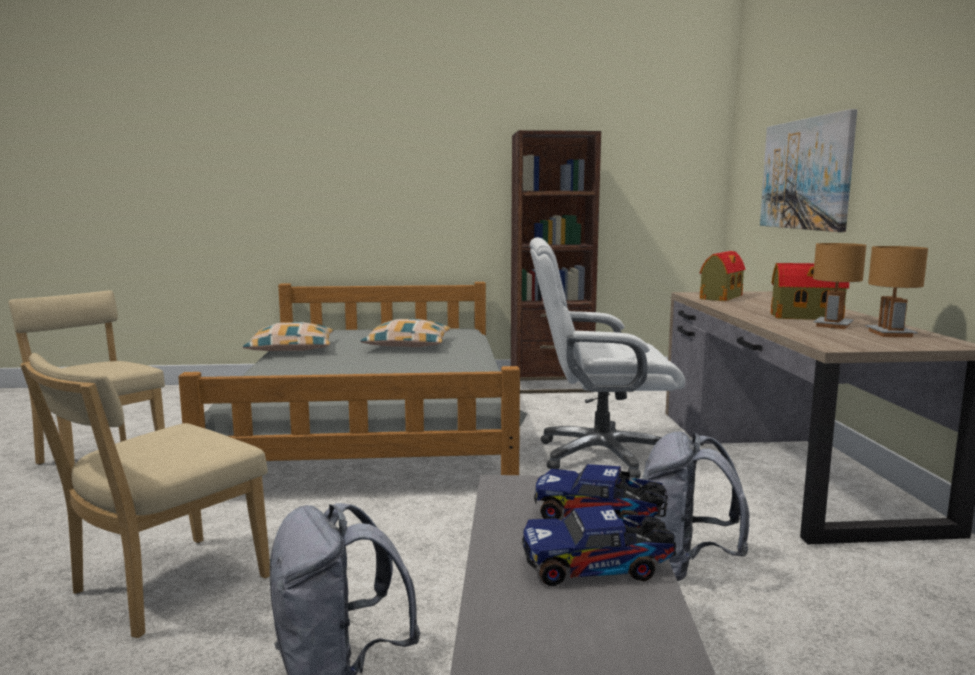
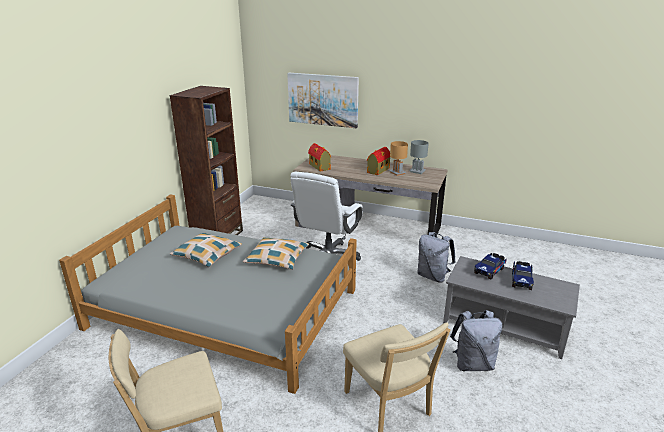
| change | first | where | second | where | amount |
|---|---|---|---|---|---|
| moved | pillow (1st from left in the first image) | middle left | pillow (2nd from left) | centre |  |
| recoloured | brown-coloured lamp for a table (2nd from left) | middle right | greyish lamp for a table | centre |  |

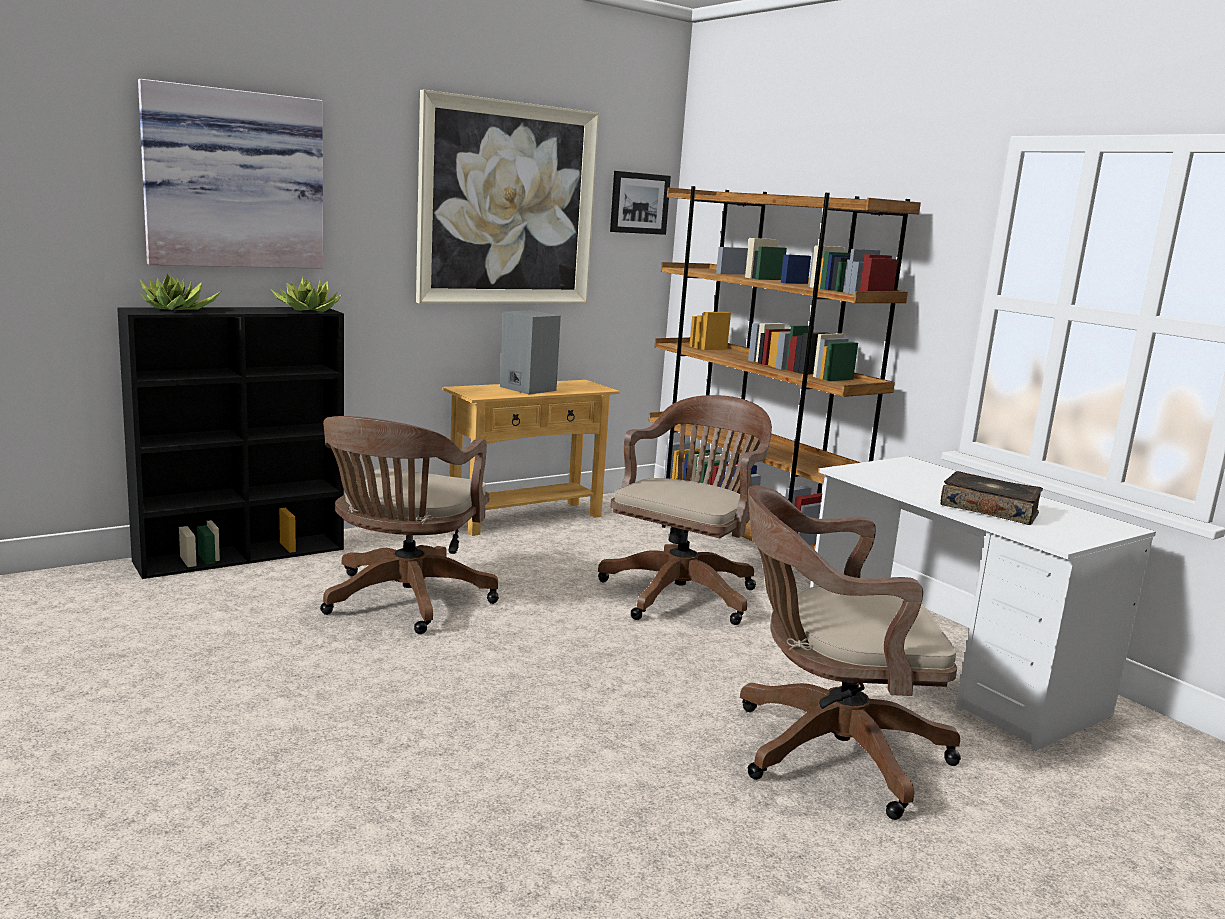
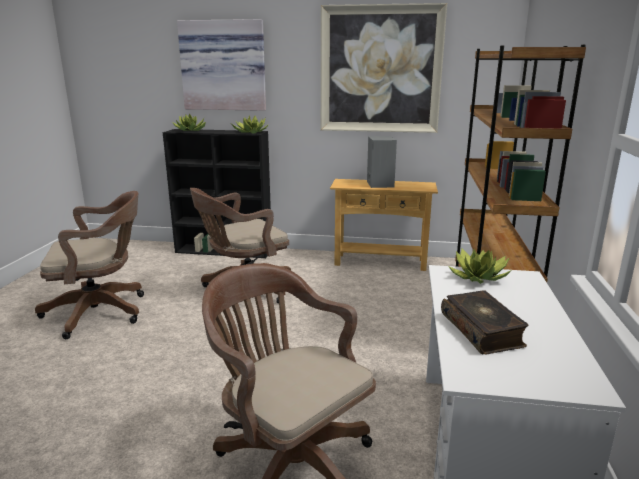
| change | first | where | second | where | amount |
|---|---|---|---|---|---|
| moved | brown-coloured desk chair (2nd from left in the first image) | centre | brown-coloured desk chair (1st from left) | middle left |  |
| added |  |  | potted plant (3rd from left) | middle right |  |
| removed | picture (3rd from left) | top centre |  |  |  |

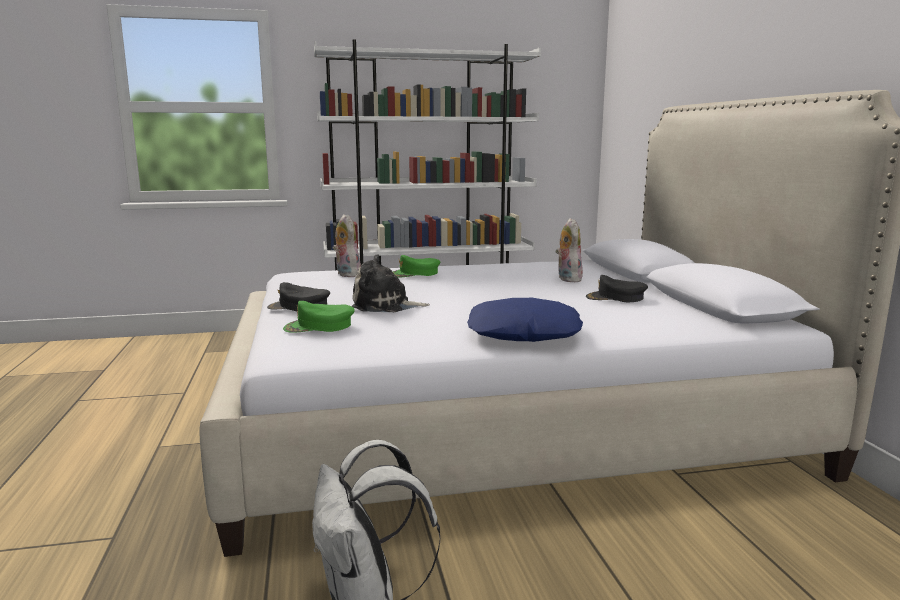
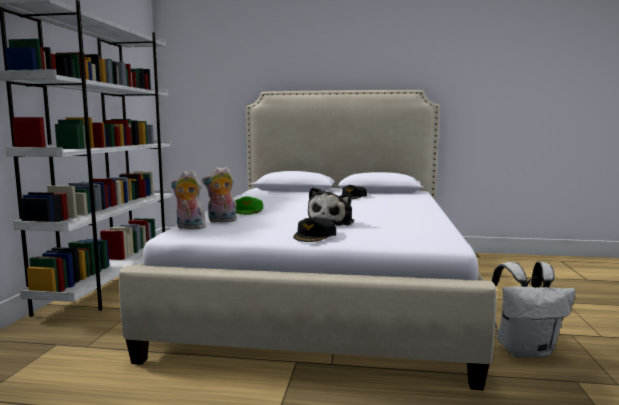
| change | first | where | second | where | amount |
|---|---|---|---|---|---|
| moved | plush toy (3rd from left in the first image) | centre | plush toy (1st from left) | middle left |  |
| removed | green baseball cap (1st from left) | centre |  |  |  |
| removed | blue pillow | centre |  |  |  |

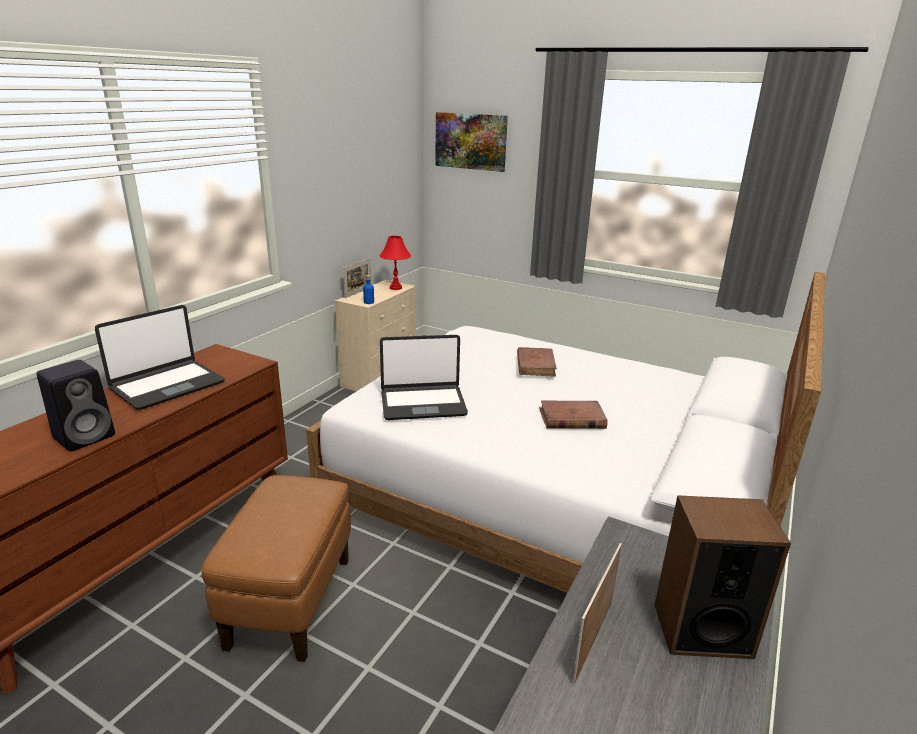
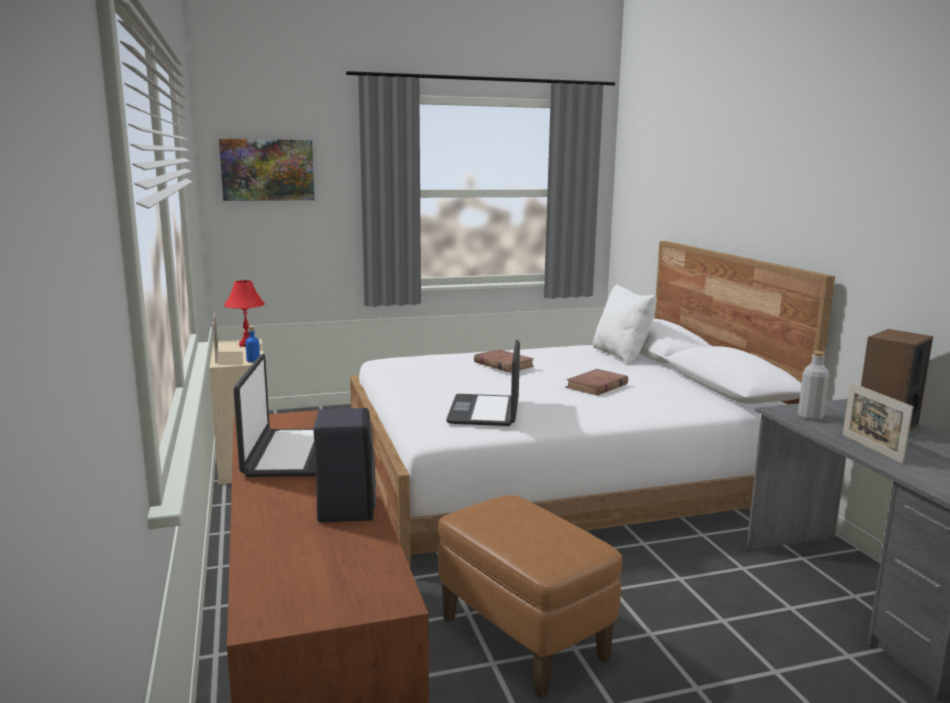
| change | first | where | second | where | amount |
|---|---|---|---|---|---|
| turned | laptop (2nd from left) | centre |  | centre | 150 degrees clockwise |
| added |  |  | white pillow | centre |  |
| added |  |  | greyish bottle | middle right |  |

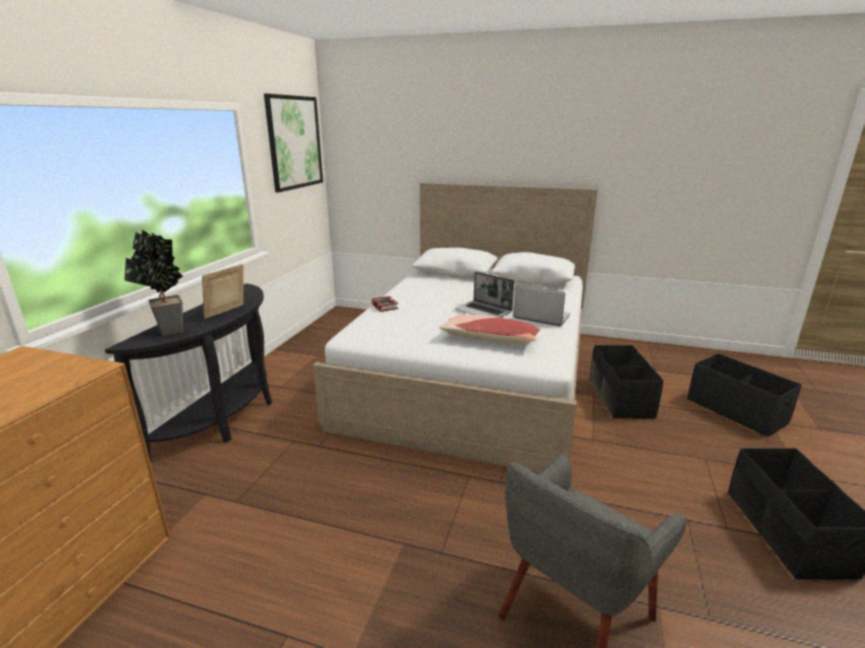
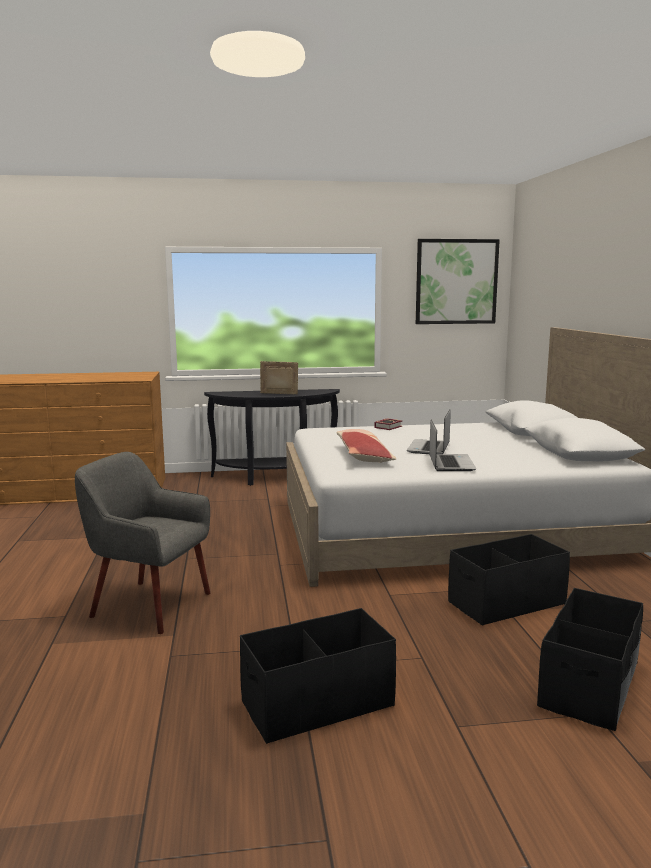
| change | first | where | second | where | amount |
|---|---|---|---|---|---|
| removed | potted plant | middle left |  |  |  |

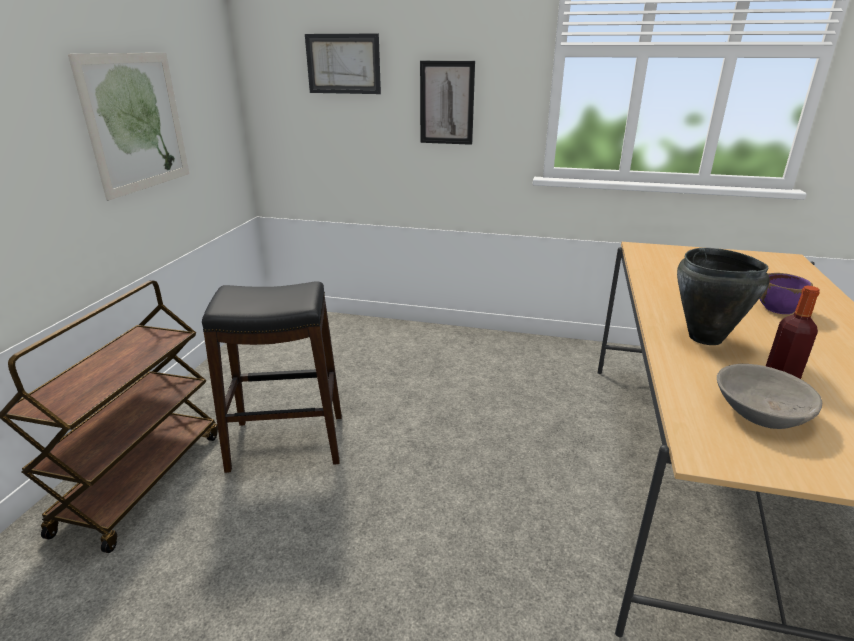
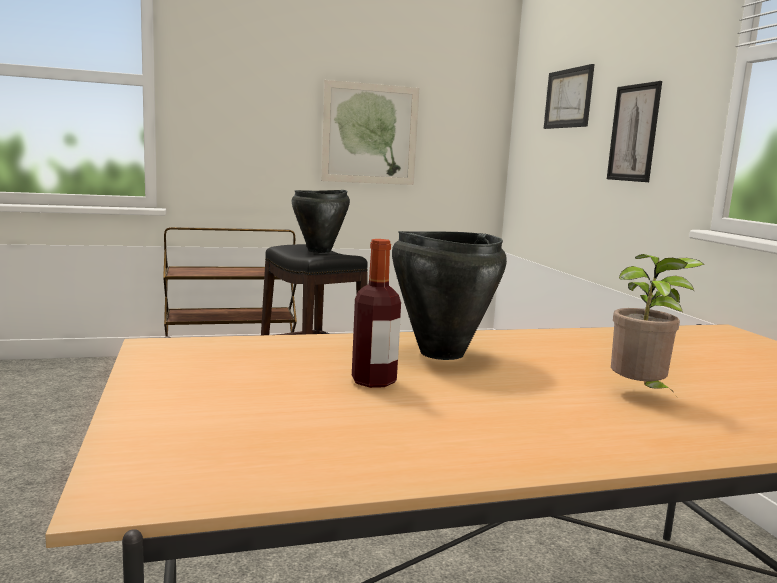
| change | first | where | second | where | amount |
|---|---|---|---|---|---|
| added |  |  | black-coloured cooking pot (1st from left) | centre |  |
| replaced | purple serving bowl | middle right | potted plant | middle right |  |
| removed | greyish serving bowl | middle right |  |  |  |

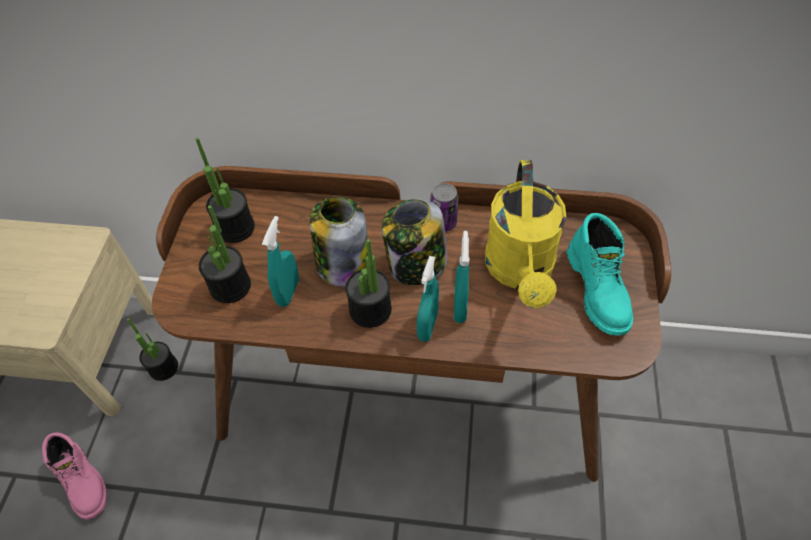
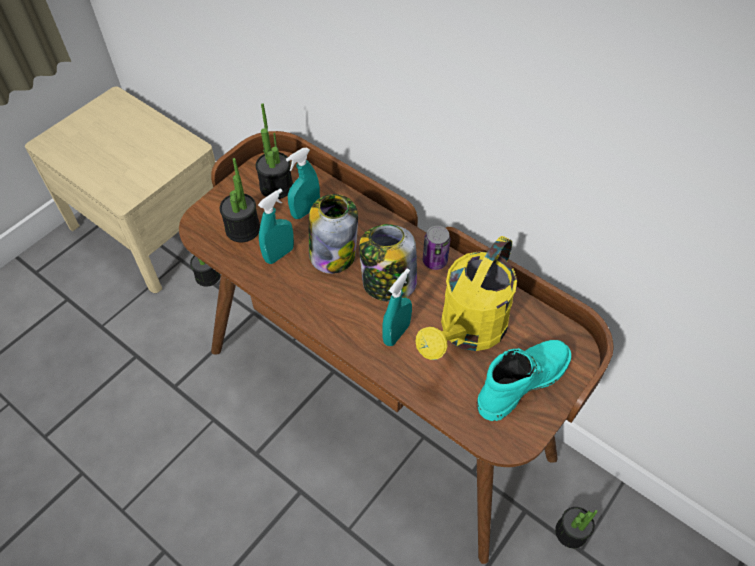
| change | first | where | second | where | amount |
|---|---|---|---|---|---|
| moved | turquoise spray bottle (2nd from left) | centre |  | top centre |  |
| turned | turquoise high-top boot | middle right |  | bottom right | 150 degrees counterclockwise |
| moved | potted plant (4th from left) | centre |  | bottom right |  |
| removed | pinkish high-top boot | bottom left |  |  |  |

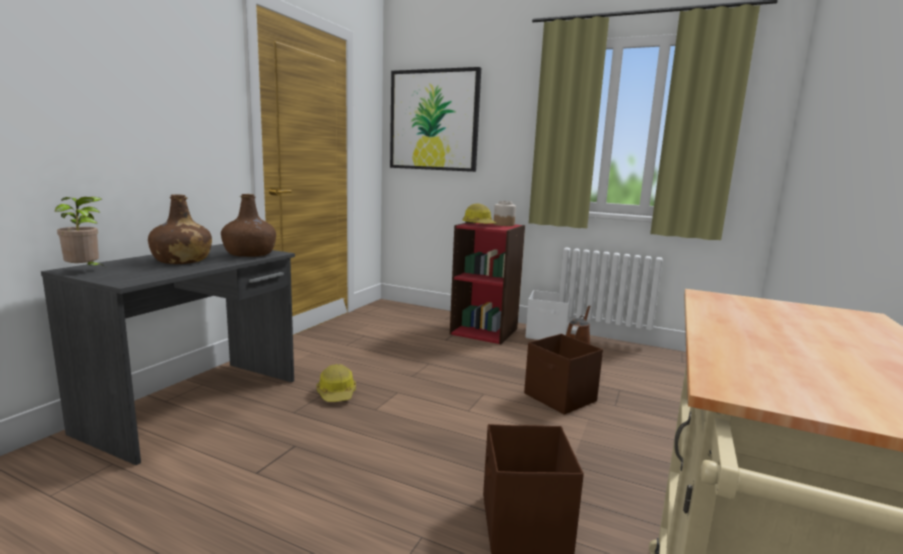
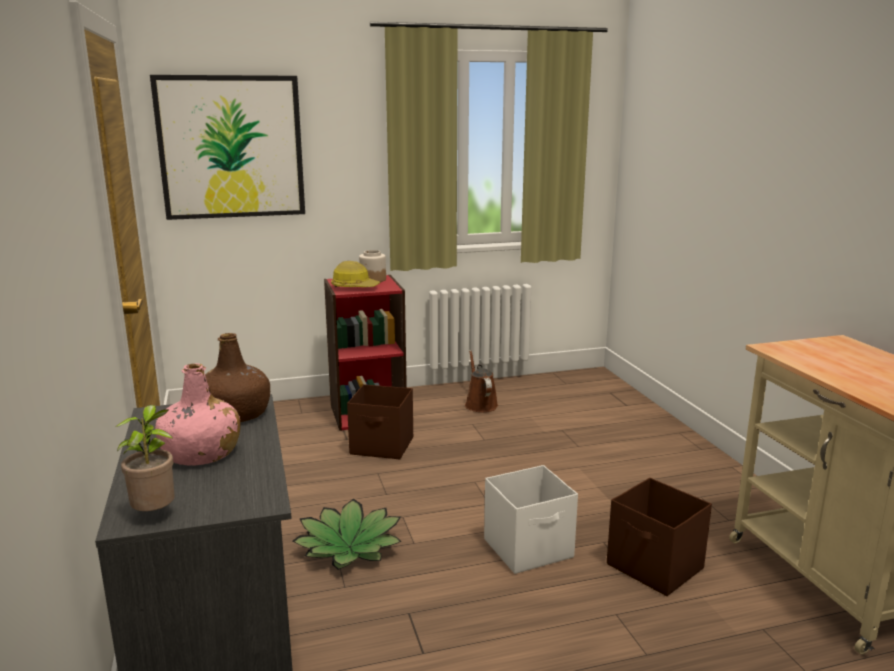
| change | first | where | second | where | amount |
|---|---|---|---|---|---|
| recoloured | brown-coloured bottle (1st from left) | middle left | pinkish bottle | middle left |  |
| replaced | work helmet (1st from left) | bottom centre | potted plant (2nd from left) | bottom centre |  |
| moved | brown-coloured storage bin (2nd from left in the first image) | bottom centre | brown-coloured storage bin (1st from left) | centre |  |
| moved | white storage bin | centre |  | bottom centre |  |

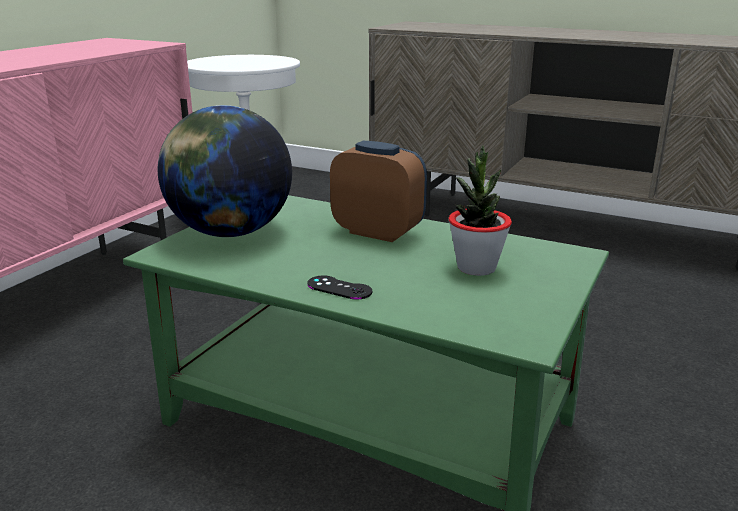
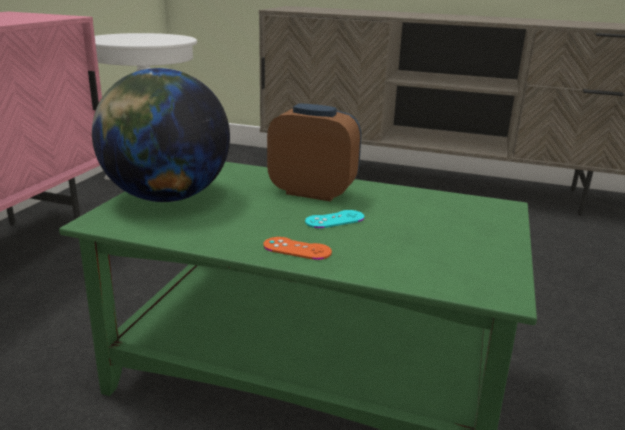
| change | first | where | second | where | amount |
|---|---|---|---|---|---|
| recoloured | black-coloured gamepad | centre | orangey gamepad | centre |  |
| added |  |  | turquoise gamepad | centre |  |
| removed | potted plant | centre |  |  |  |

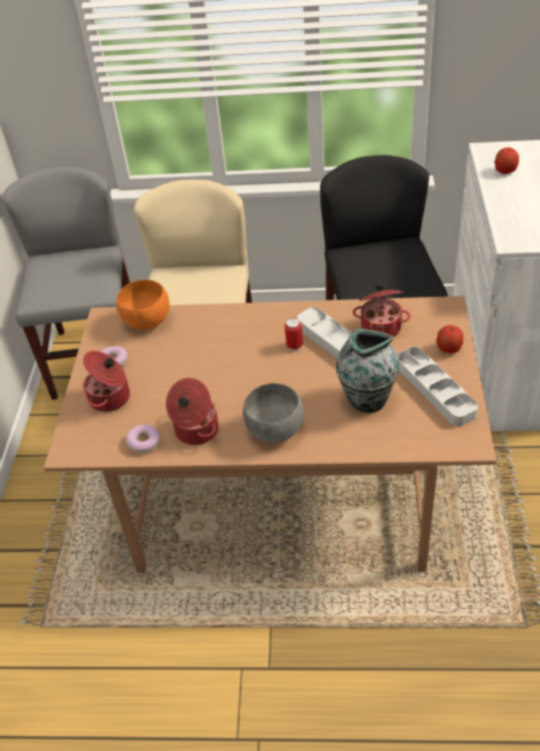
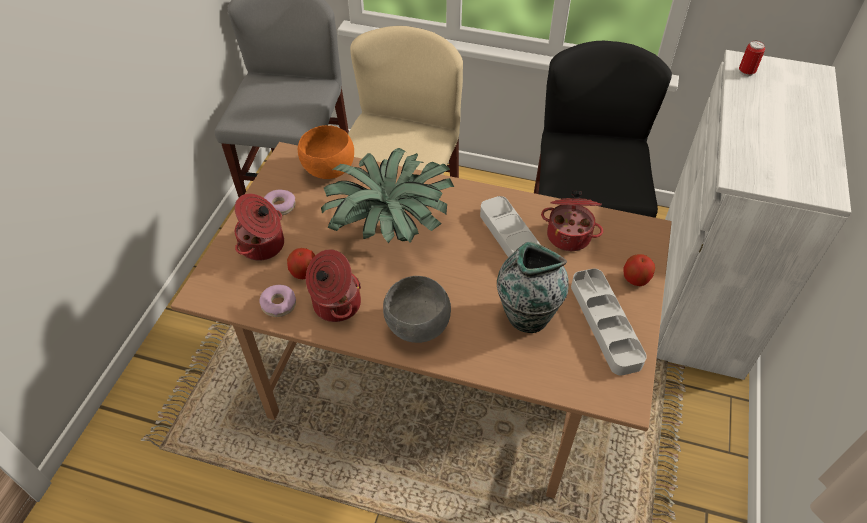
| change | first | where | second | where | amount |
|---|---|---|---|---|---|
| moved | apple (2nd from left in the first image) | top right | apple (1st from left) | centre |  |
| added |  |  | potted plant | centre |  |
| moved | metal can | centre |  | top right |  |

